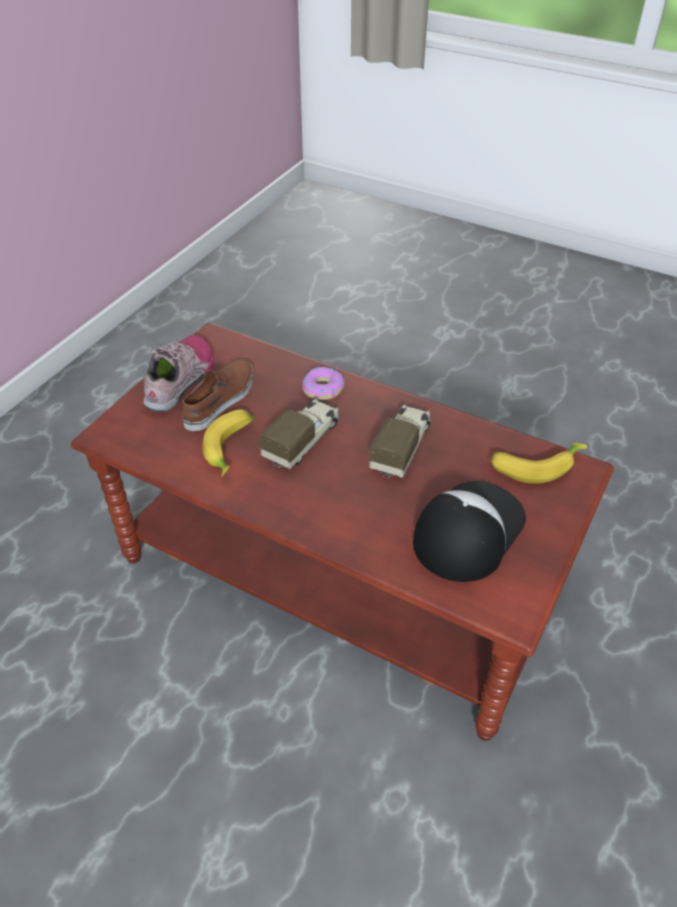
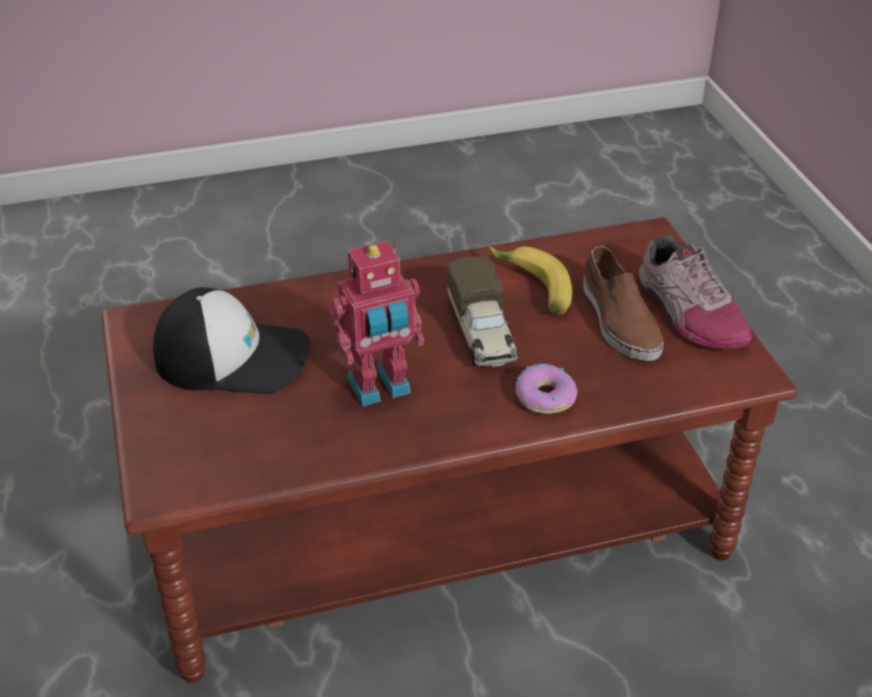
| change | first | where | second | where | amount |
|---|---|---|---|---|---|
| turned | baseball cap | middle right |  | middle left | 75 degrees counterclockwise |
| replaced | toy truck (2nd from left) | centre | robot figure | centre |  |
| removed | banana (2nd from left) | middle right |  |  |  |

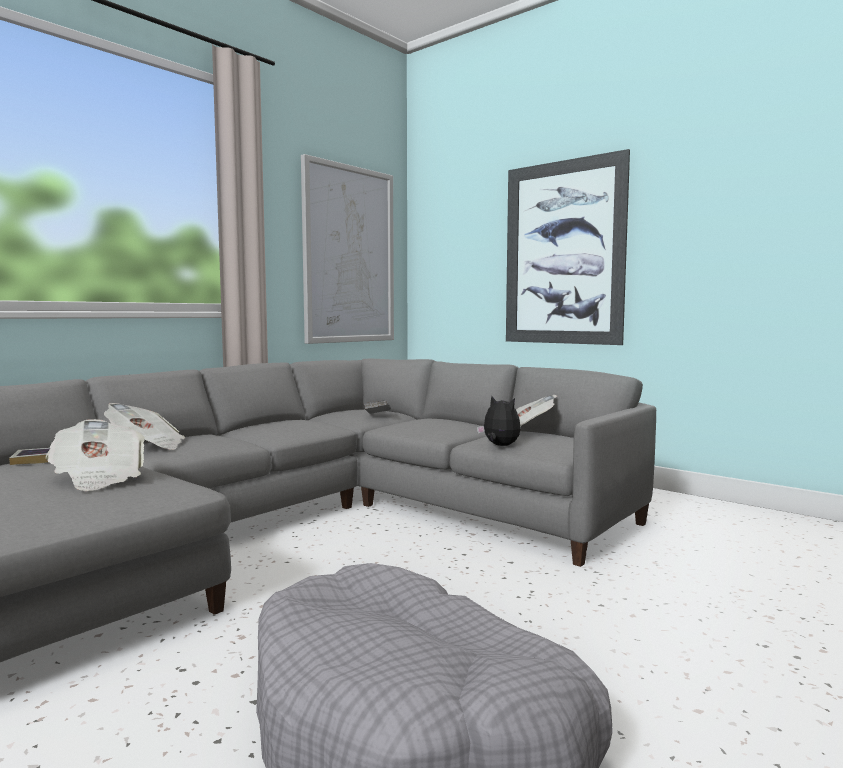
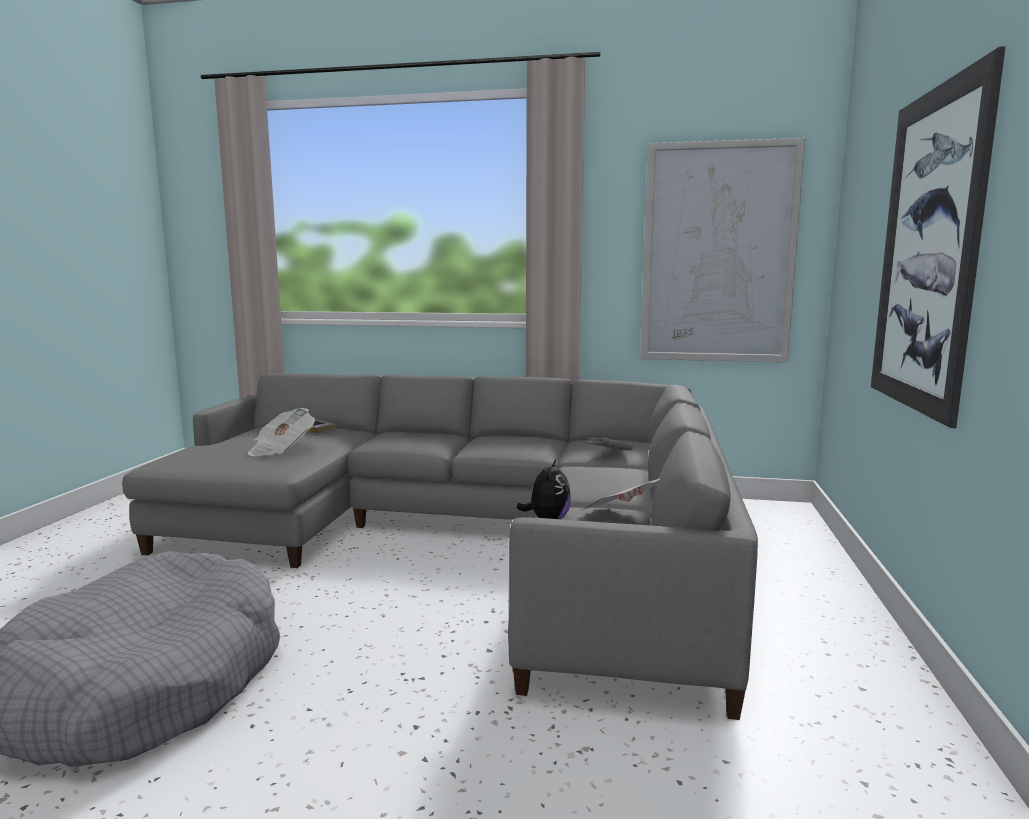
| change | first | where | second | where | amount |
|---|---|---|---|---|---|
| removed | printed paper (2nd from left) | middle left |  |  |  |

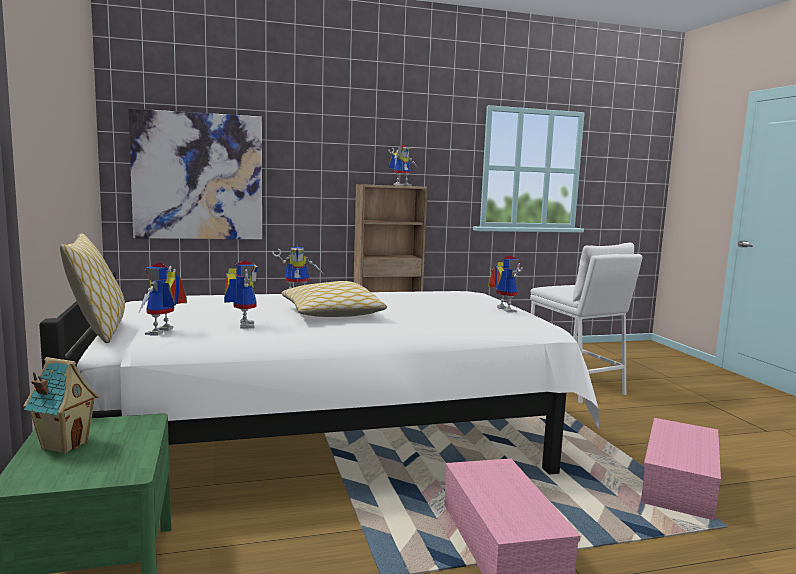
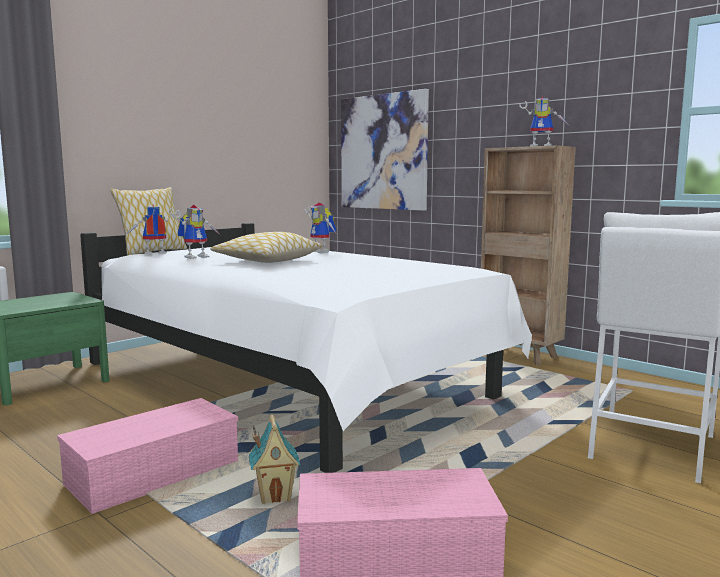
| change | first | where | second | where | amount |
|---|---|---|---|---|---|
| moved | toy house | bottom left |  | bottom centre |  |
| removed | robot figure (5th from left) | centre |  |  |  |

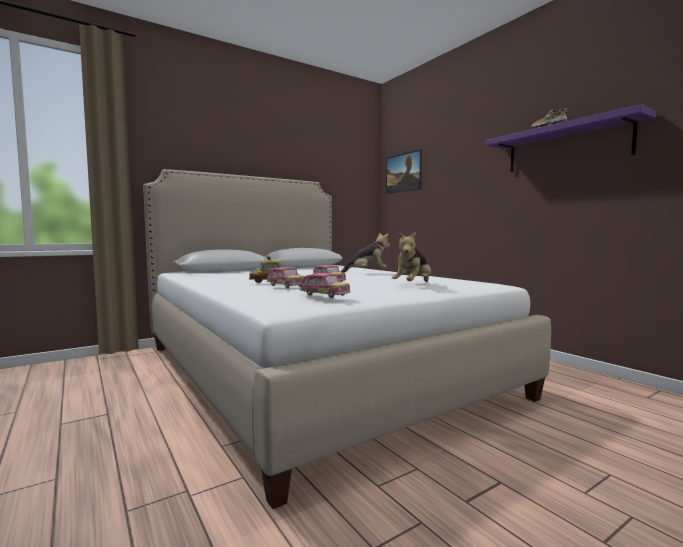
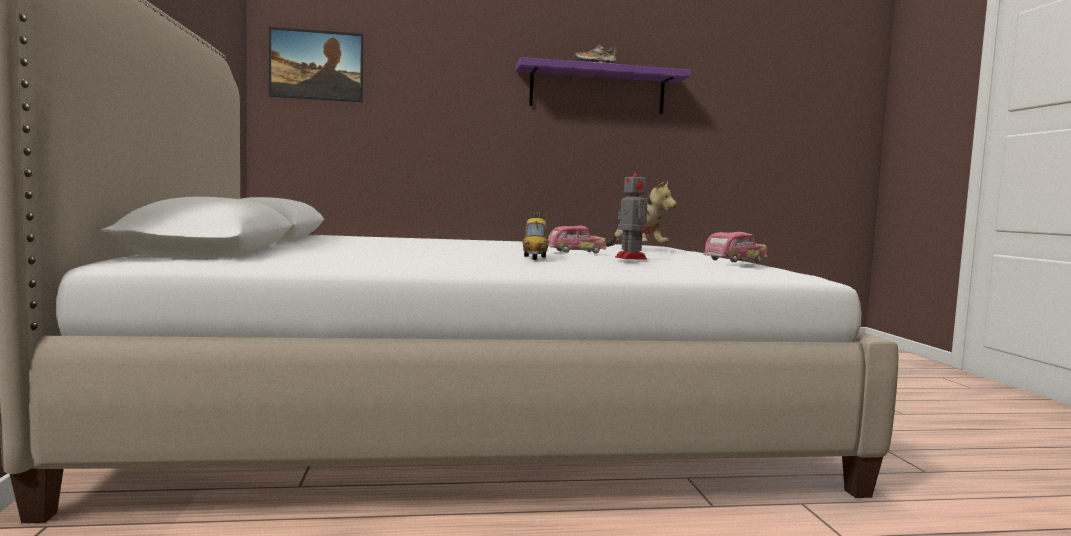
| change | first | where | second | where | amount |
|---|---|---|---|---|---|
| replaced | model car (2nd from left) | centre | robot figure | centre |  |
| removed | plush toy (1st from left) | centre |  |  |  |

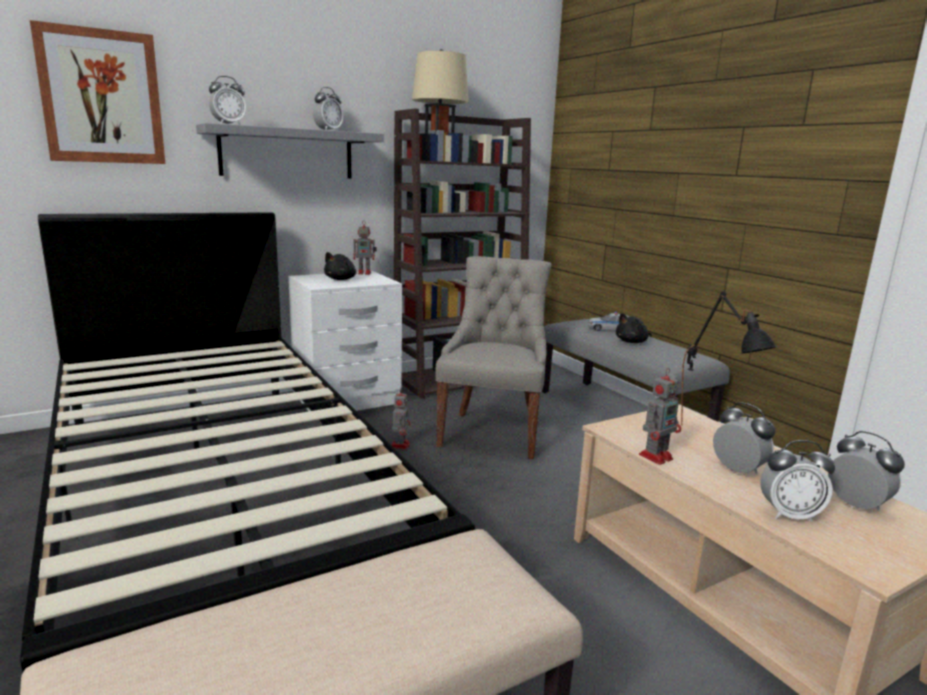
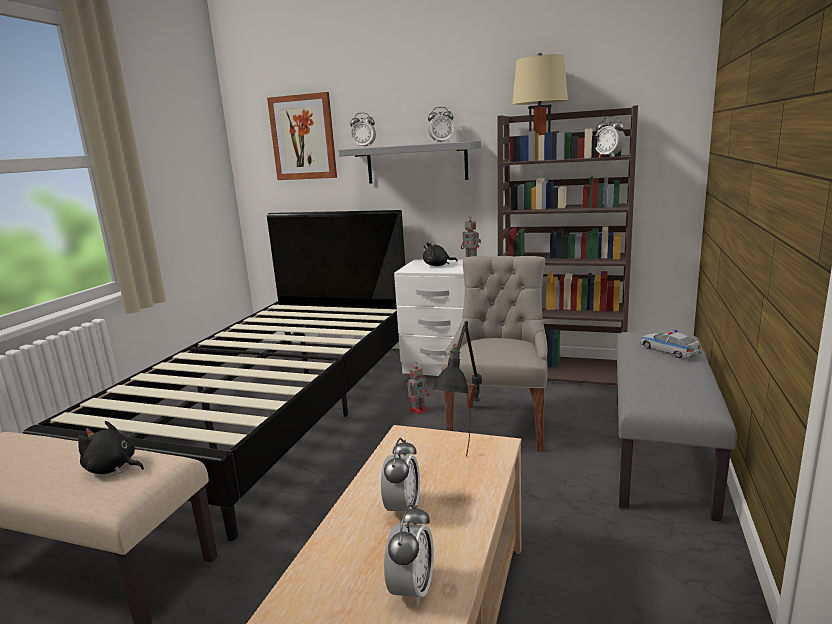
| change | first | where | second | where | amount |
|---|---|---|---|---|---|
| moved | black-coloured plush toy (2nd from left in the first image) | middle right | black-coloured plush toy (1st from left) | bottom left |  |
| turned | greyish plain chair | centre |  | centre | 45 degrees counterclockwise |
| moved | alarm clock (4th from left in the first image) | bottom right | alarm clock (5th from left) | top right |  |
| removed | robot figure (3rd from left) | middle right |  |  |  |

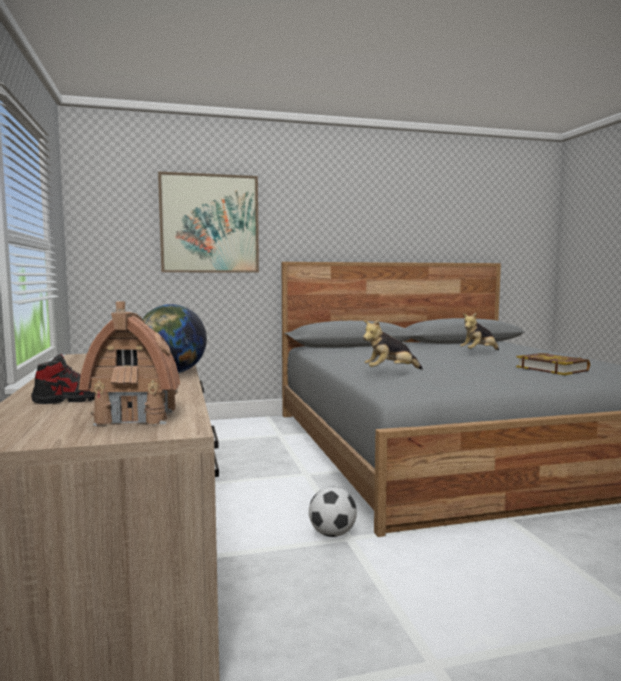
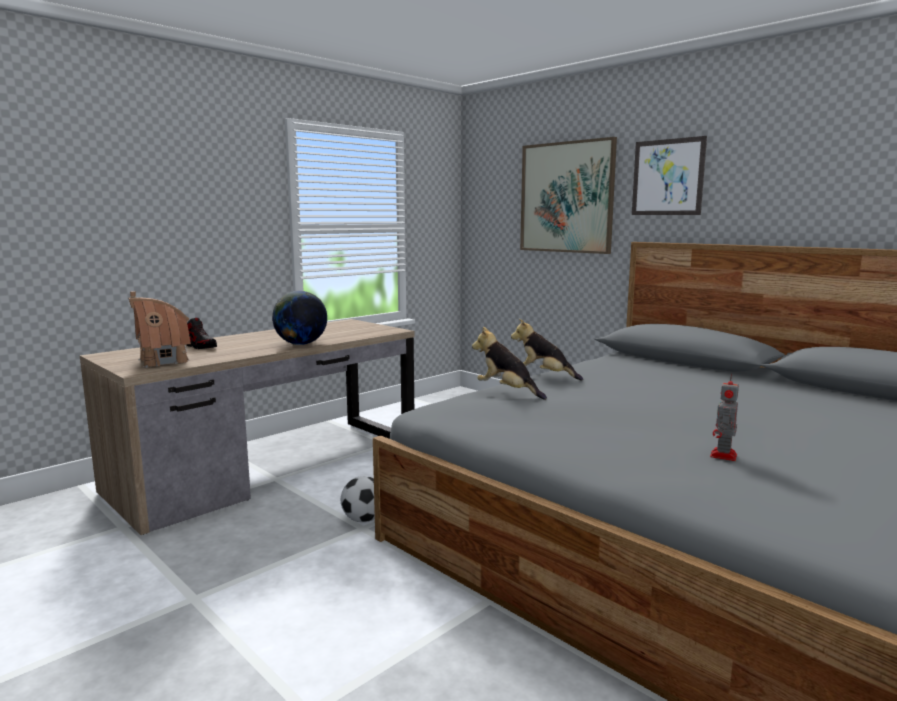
| change | first | where | second | where | amount |
|---|---|---|---|---|---|
| moved | plush toy (2nd from left) | middle right |  | centre |  |
| added |  |  | picture (2nd from left) | top right |  |
| replaced | bound book | middle right | robot figure | middle right |  |

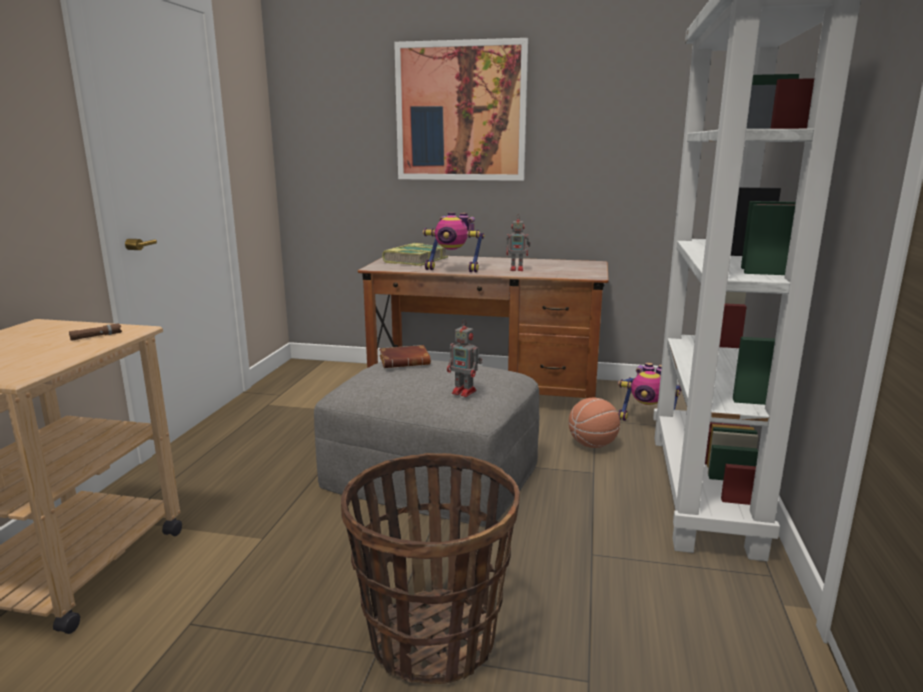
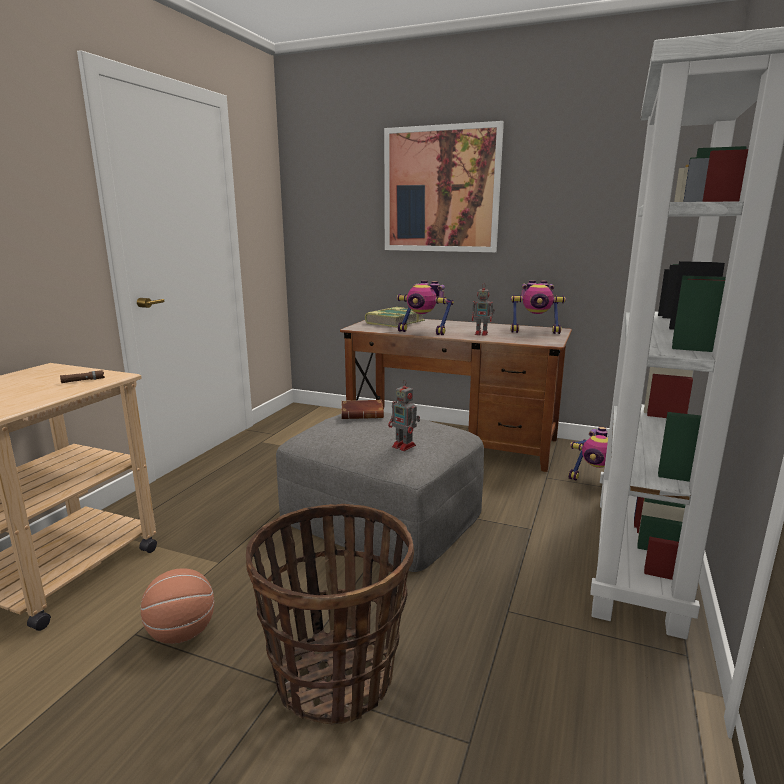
| change | first | where | second | where | amount |
|---|---|---|---|---|---|
| moved | basketball ball | centre |  | bottom left |  |
| added |  |  | robot figure (4th from left) | middle right |  |

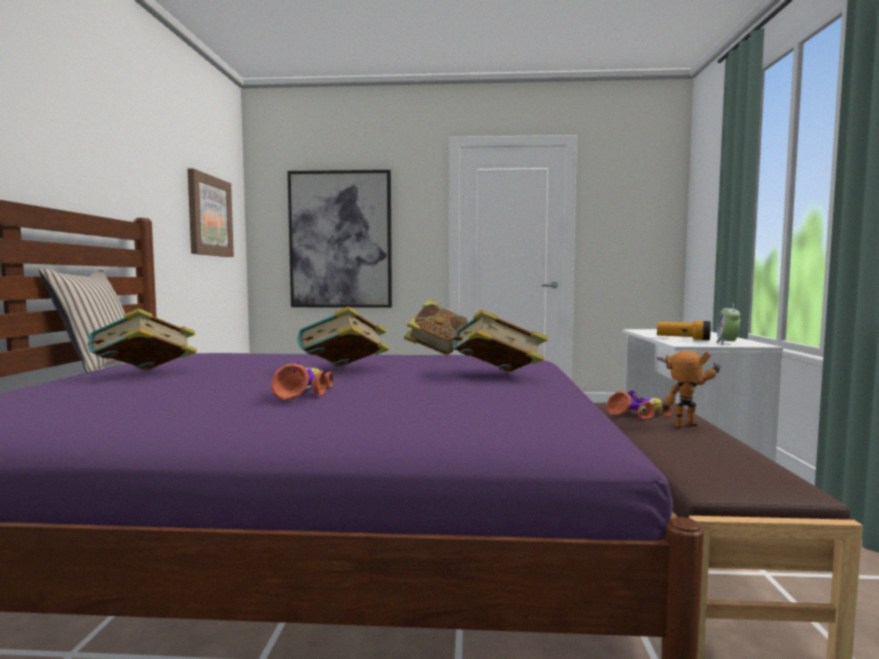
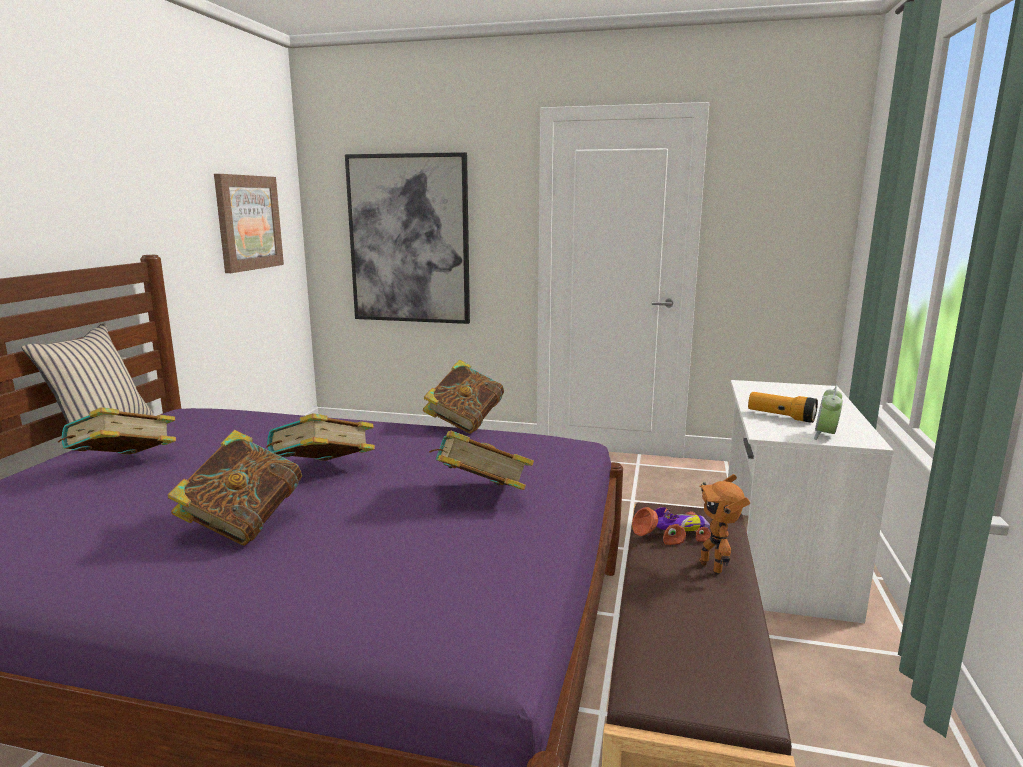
| change | first | where | second | where | amount |
|---|---|---|---|---|---|
| replaced | model car (1st from left) | centre | bound book (2nd from left) | middle left |  |
| turned | robot figure | middle right |  | bottom right | 105 degrees counterclockwise |

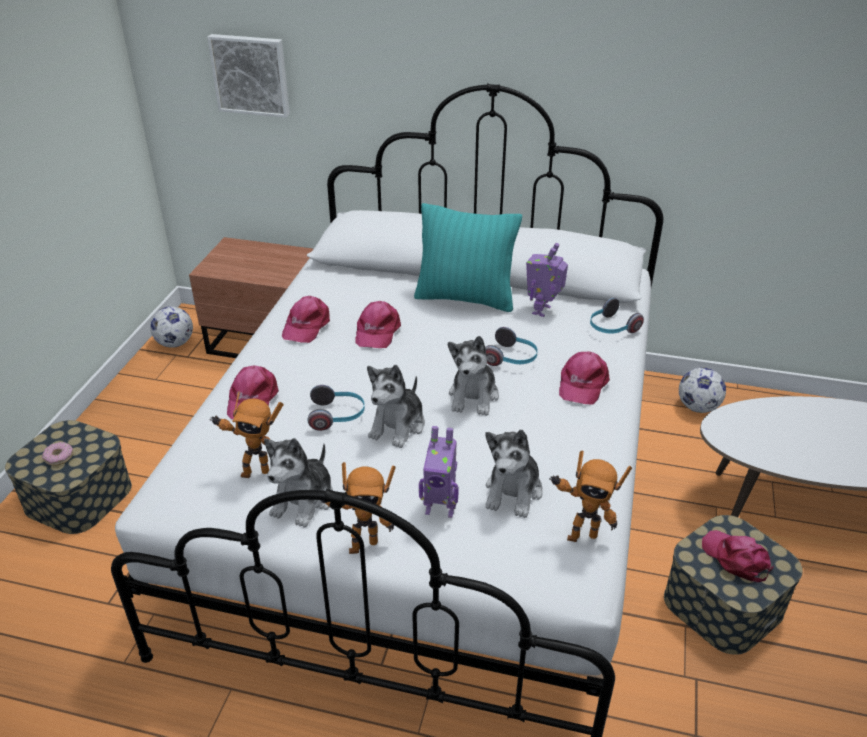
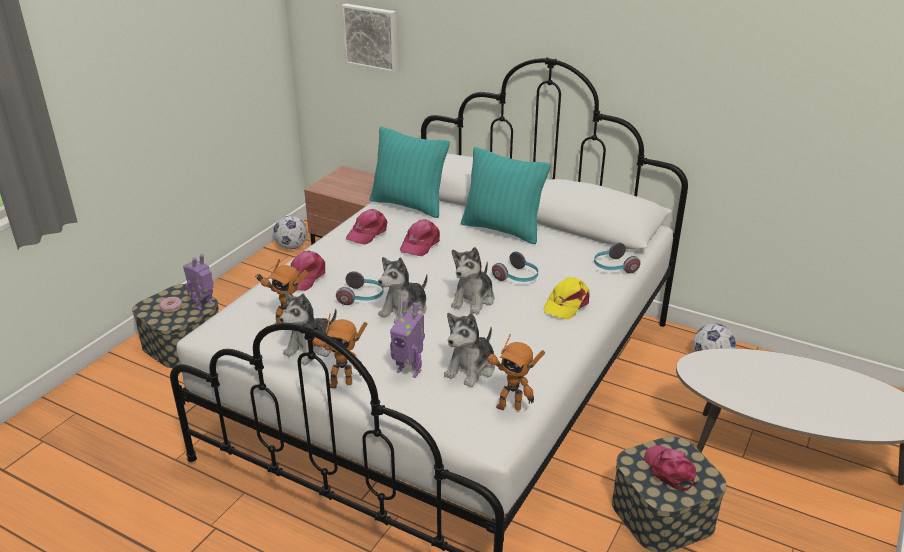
| change | first | where | second | where | amount |
|---|---|---|---|---|---|
| moved | robot figure (4th from left in the first image) | centre | robot figure (1st from left) | middle left |  |
| added |  |  | turquoise pillow (1st from left) | top centre |  |
| recoloured | pinkish baseball cap (4th from left) | middle right | yellowish baseball cap | centre |  |

